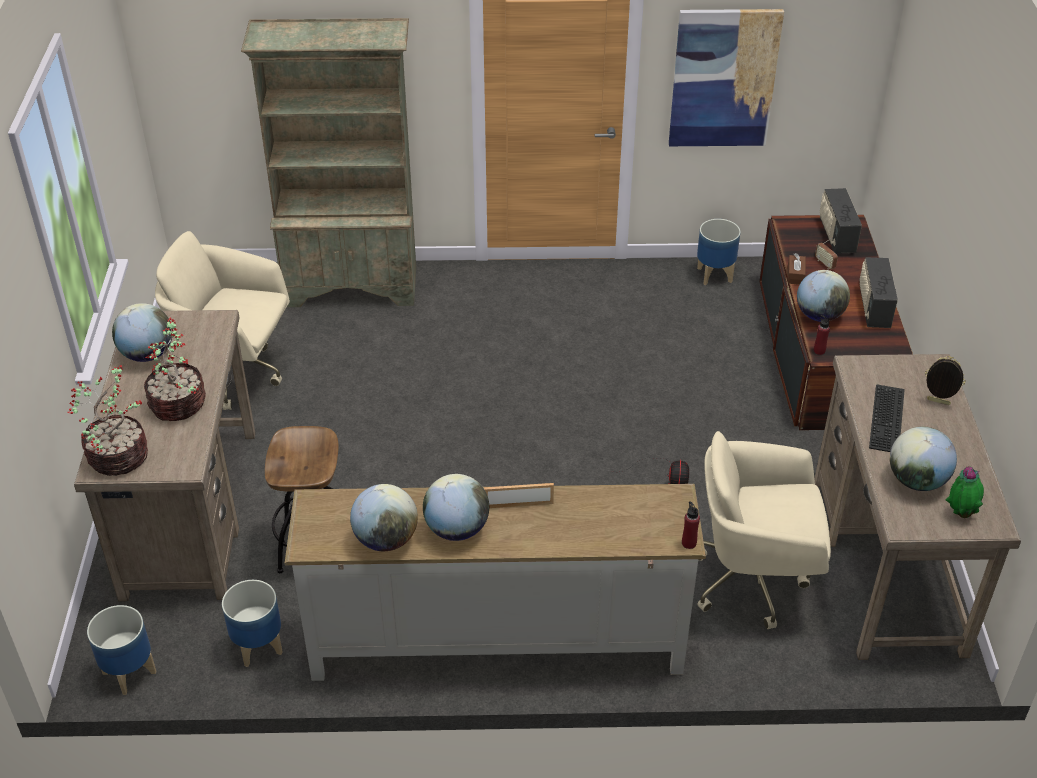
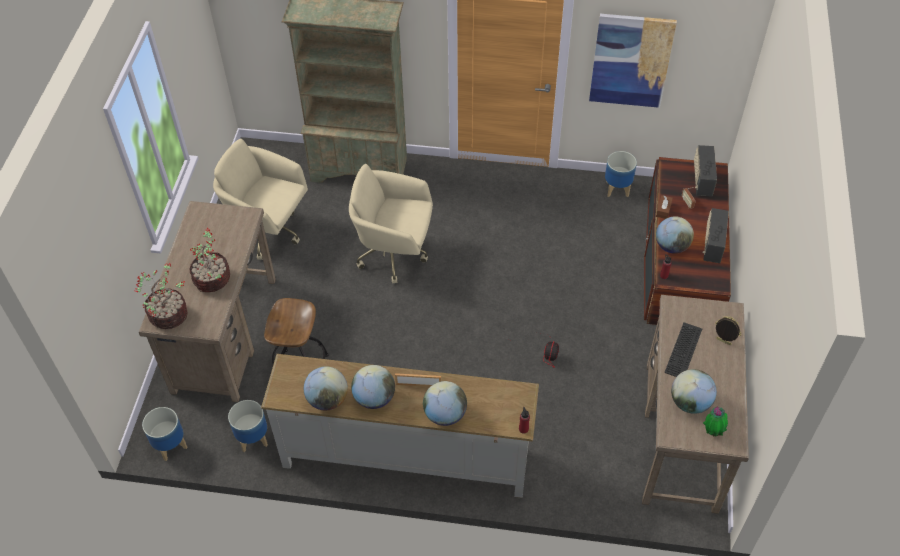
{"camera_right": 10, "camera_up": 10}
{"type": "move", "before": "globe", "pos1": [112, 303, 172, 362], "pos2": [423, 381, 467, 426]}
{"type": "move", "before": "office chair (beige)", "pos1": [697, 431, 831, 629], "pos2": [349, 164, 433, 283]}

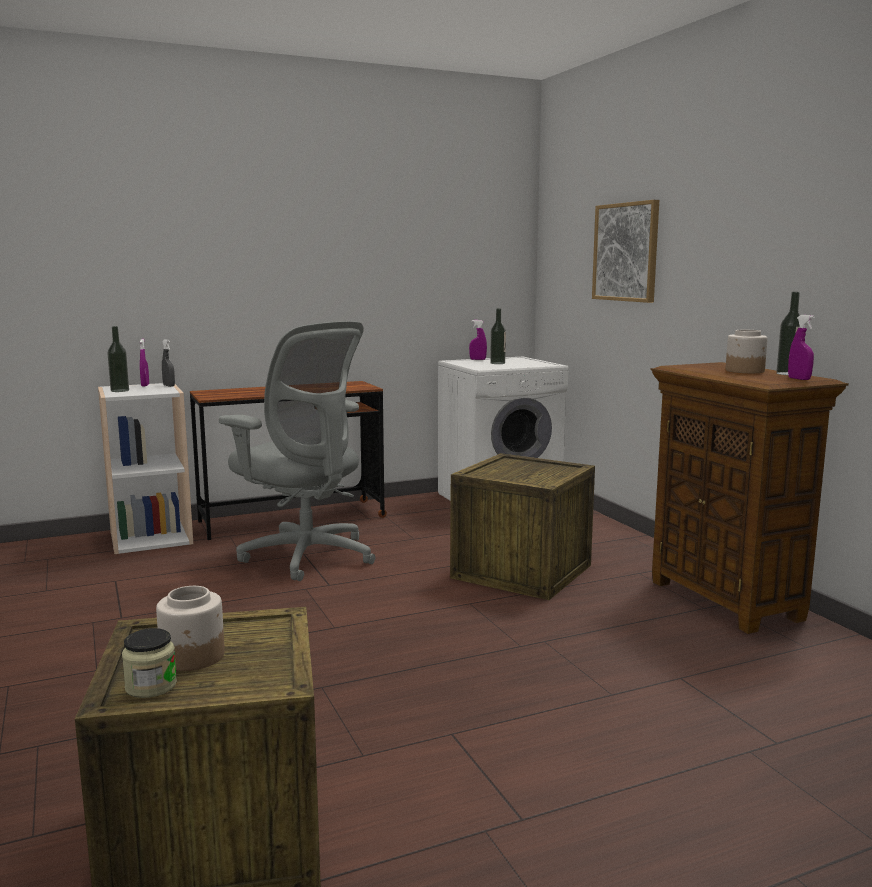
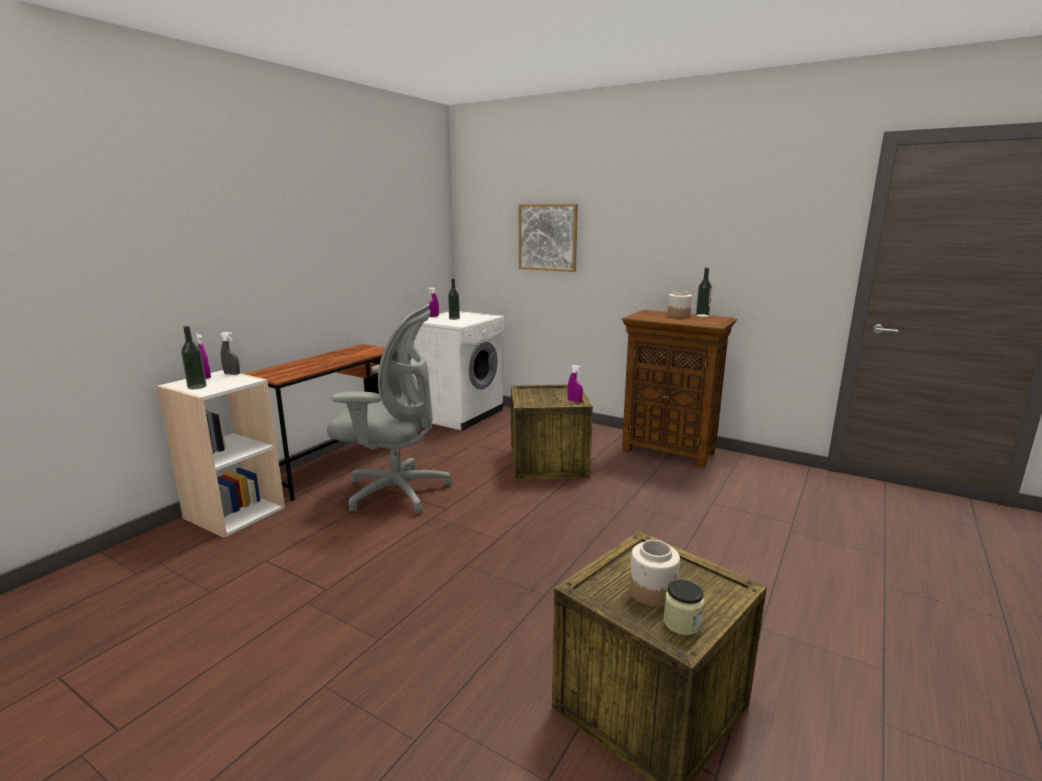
{"camera_right": -35, "camera_up": 5}
{"type": "move", "before": "spray bottle (purple)", "pos1": [788, 315, 815, 380], "pos2": [567, 365, 583, 402]}

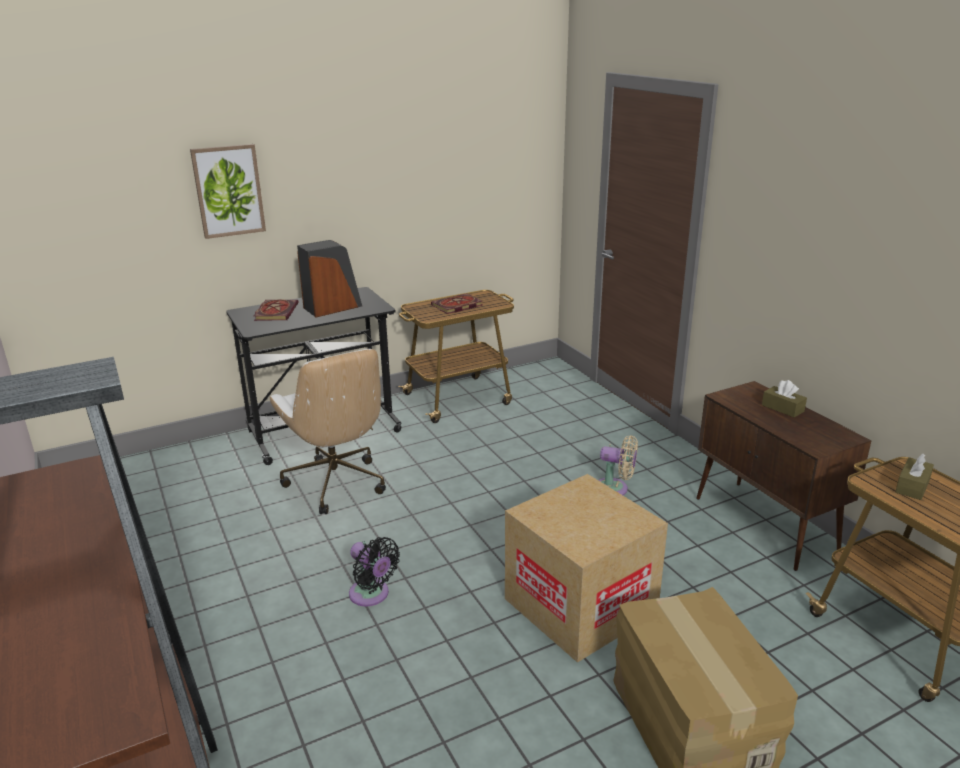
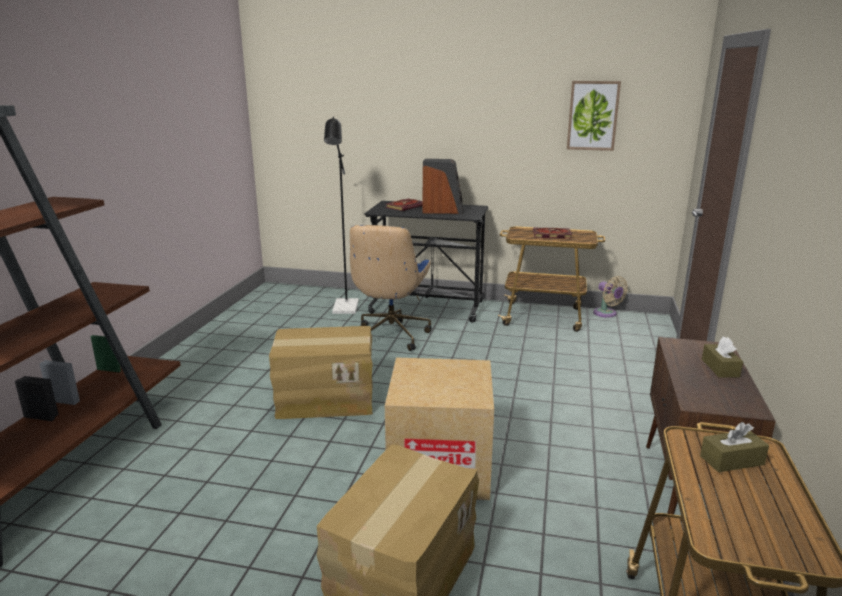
{"camera_right": 40, "camera_up": -5}
{"type": "move", "before": "picture", "pos1": [190, 144, 266, 239], "pos2": [567, 81, 621, 151]}
{"type": "recolor", "before": "office chair (white)", "after": "office chair (blue)", "pos1": [270, 349, 386, 514], "pos2": [350, 225, 432, 351]}
{"type": "replace", "before": "fan (black)", "after": "cardboard box", "pos1": [349, 537, 400, 606], "pos2": [269, 326, 373, 419]}
{"type": "move", "before": "fan (beige)", "pos1": [599, 435, 638, 495], "pos2": [593, 276, 628, 318]}
{"type": "insert", "after": "floor lamp (black)", "pos2": [324, 116, 359, 314]}

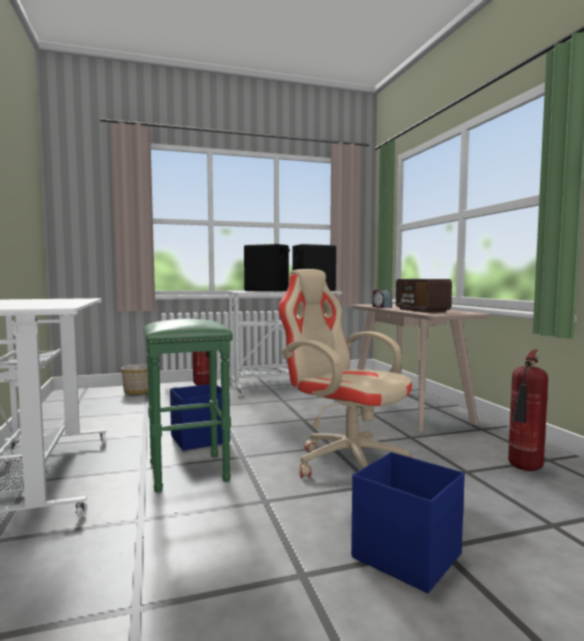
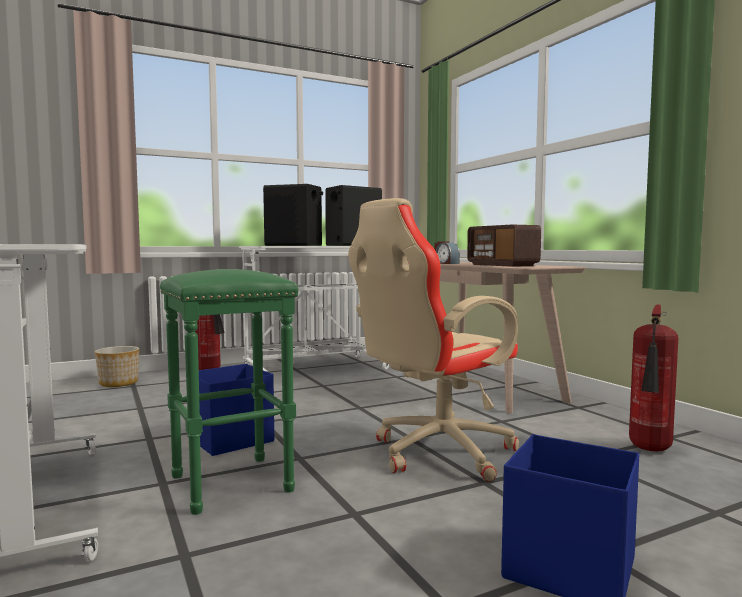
{"camera_right": -10, "camera_up": 0}
{"type": "rotate", "before": "office chair (beige)", "pos1": [279, 269, 413, 478], "pos2": [348, 198, 519, 482], "turn": -75}

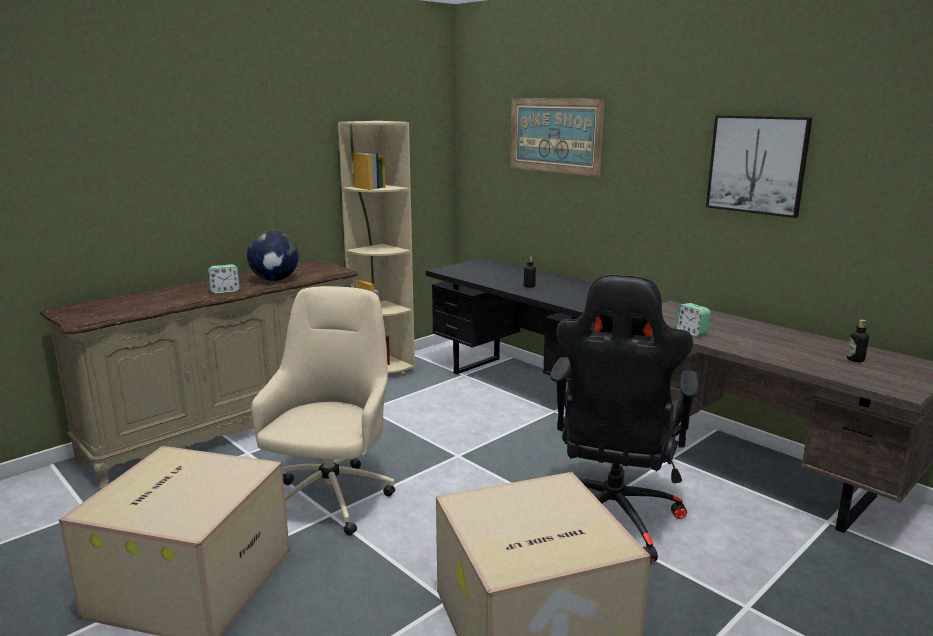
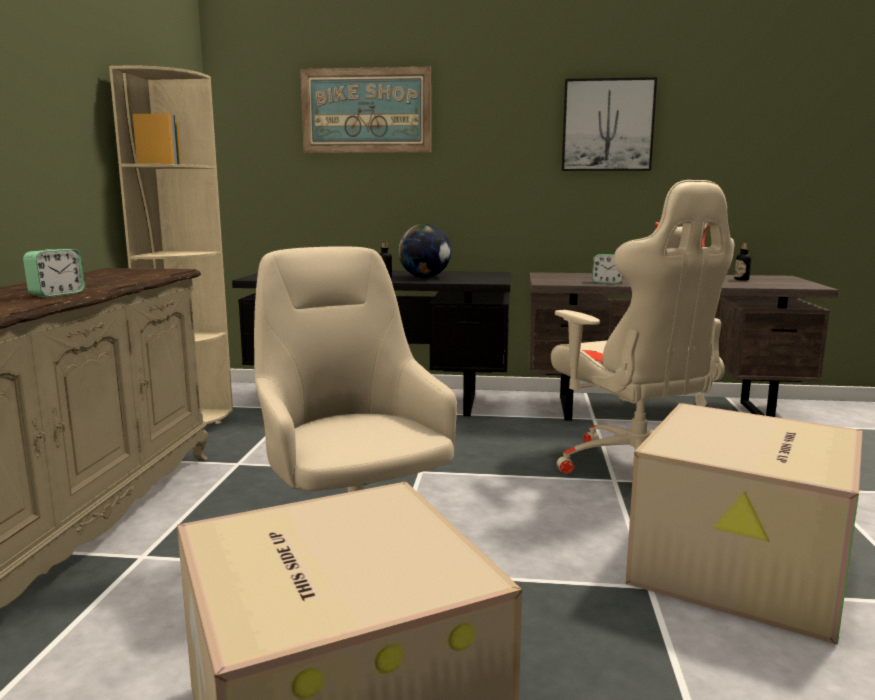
{"camera_right": -40, "camera_up": -5}
{"type": "move", "before": "globe", "pos1": [247, 231, 299, 281], "pos2": [398, 224, 451, 278]}
{"type": "recolor", "before": "office chair (black)", "after": "office chair (beige)", "pos1": [550, 274, 699, 562], "pos2": [551, 180, 734, 474]}

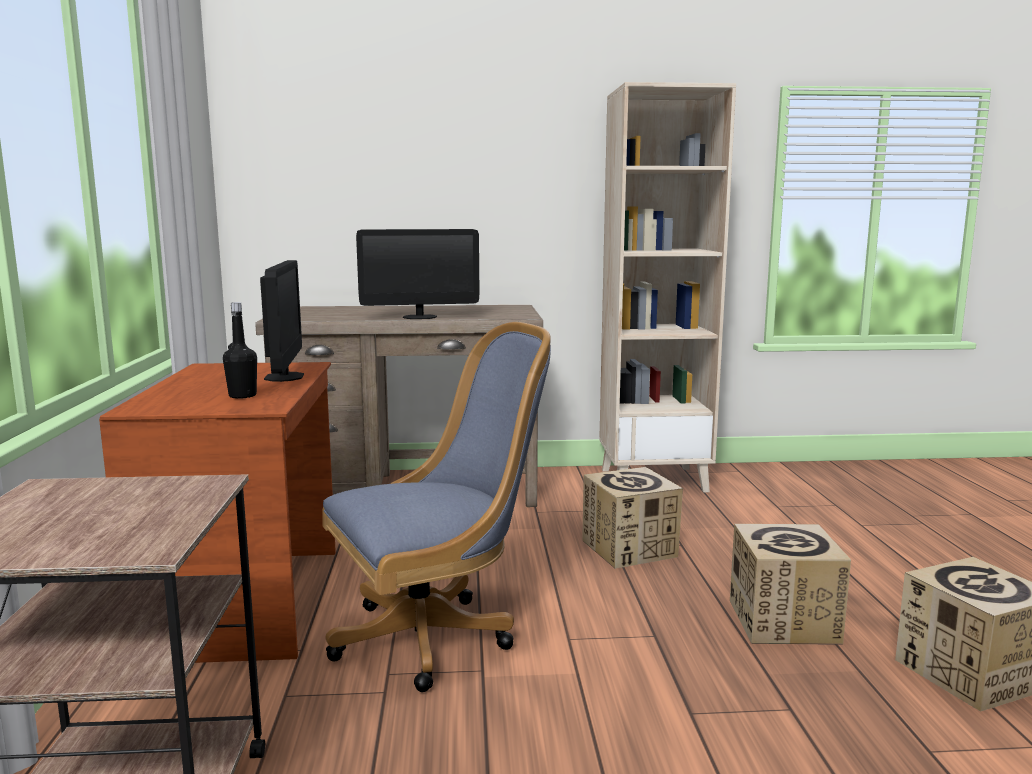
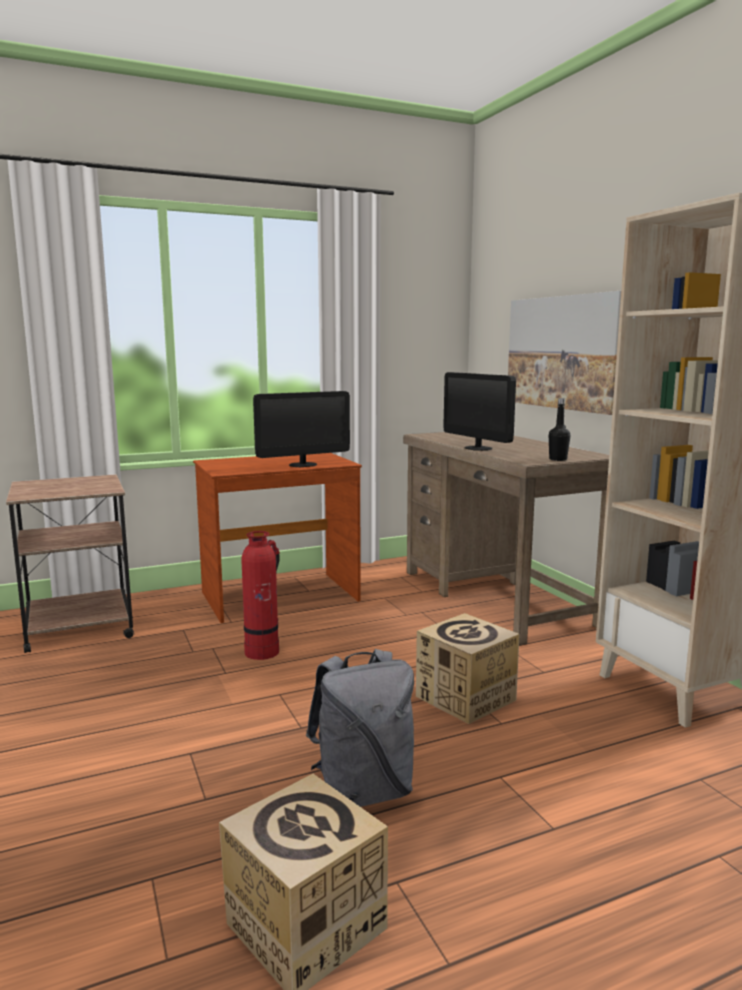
{"camera_right": 70, "camera_up": 0}
{"type": "move", "before": "bottle (black)", "pos1": [223, 302, 257, 399], "pos2": [549, 398, 571, 461]}
{"type": "replace", "before": "office chair (blue)", "after": "fire extinguisher", "pos1": [322, 322, 551, 692], "pos2": [241, 531, 280, 660]}
{"type": "replace", "before": "cardboard box", "after": "backpack (grey)", "pos1": [730, 524, 851, 645], "pos2": [306, 649, 414, 807]}
{"type": "insert", "after": "picture", "pos2": [508, 291, 621, 415]}

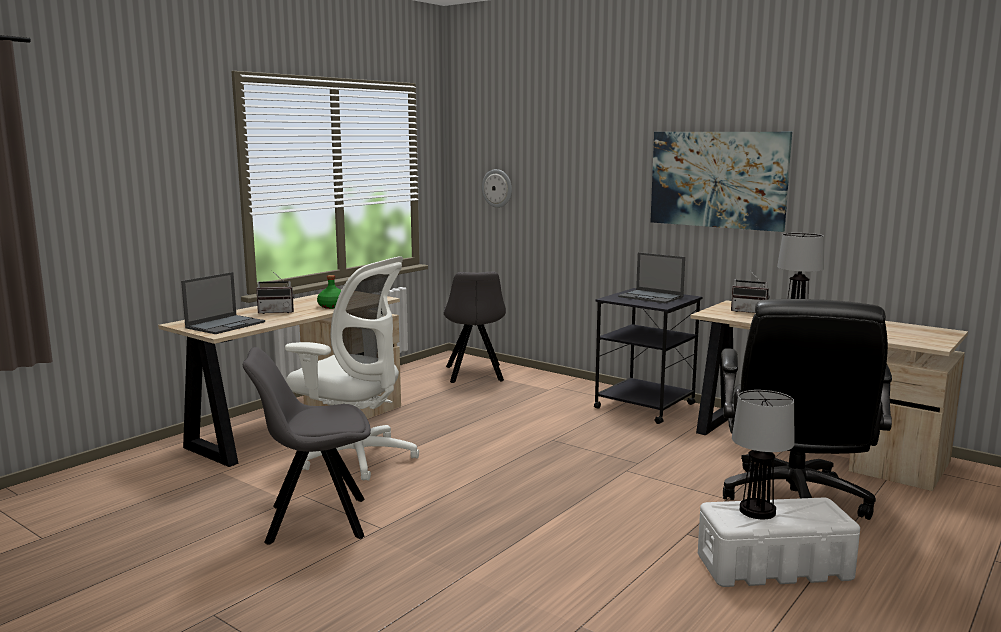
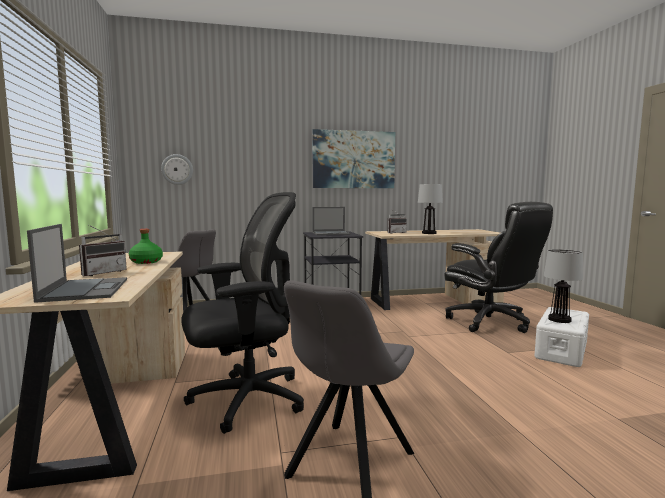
{"camera_right": -50, "camera_up": -5}
{"type": "recolor", "before": "office chair (white)", "after": "office chair (black)", "pos1": [285, 256, 419, 481], "pos2": [181, 192, 304, 434]}

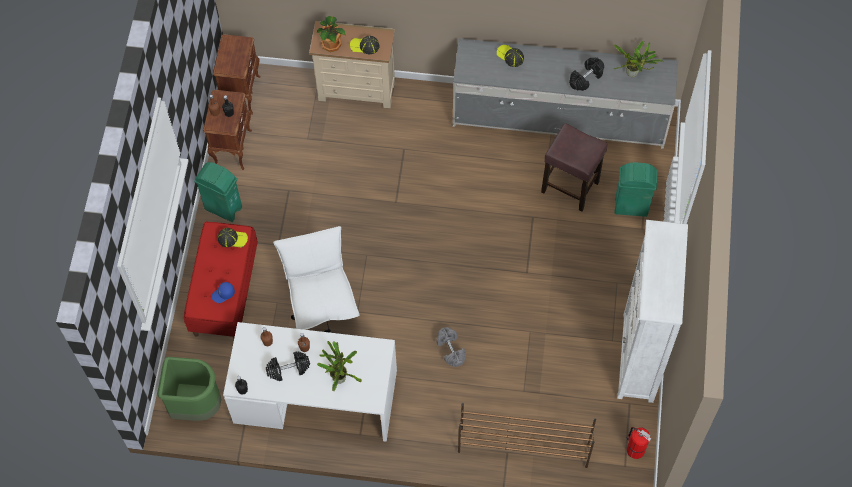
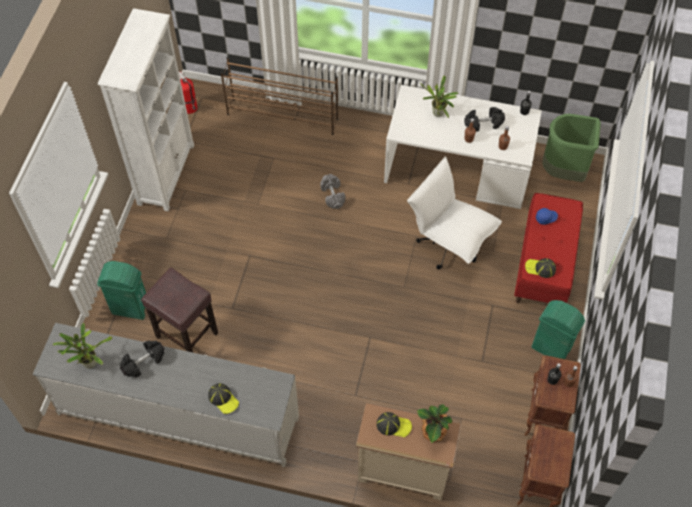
{"camera_right": -175, "camera_up": -5}
{"type": "rotate", "before": "office chair (white)", "pos1": [273, 226, 360, 333], "pos2": [407, 156, 502, 269], "turn": 135}

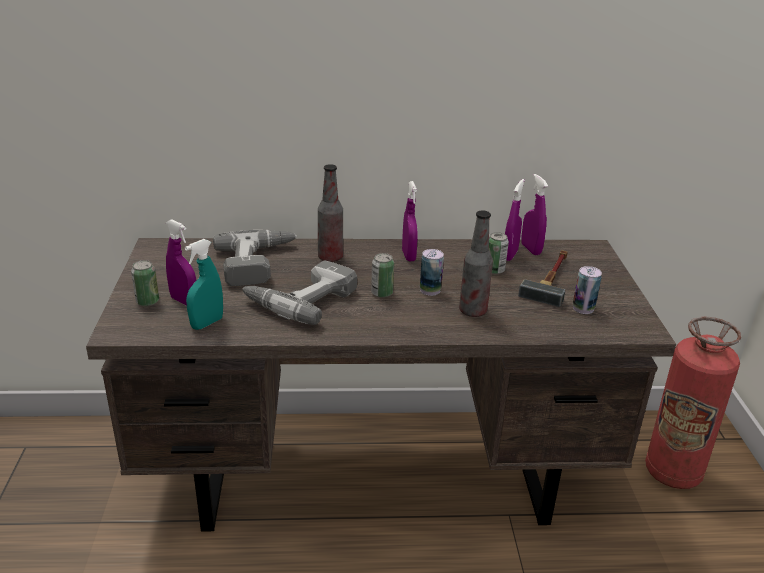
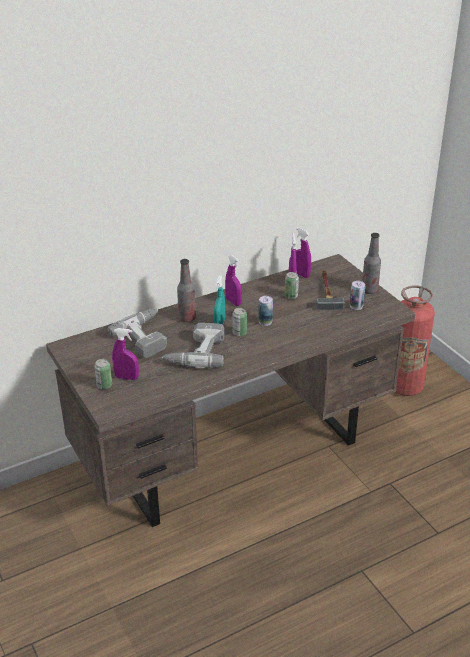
{"camera_right": -25, "camera_up": 5}
{"type": "move", "before": "spray bottle (turquoise)", "pos1": [185, 239, 223, 330], "pos2": [214, 275, 225, 325]}
{"type": "move", "before": "bottle", "pos1": [459, 210, 493, 317], "pos2": [362, 233, 381, 294]}

